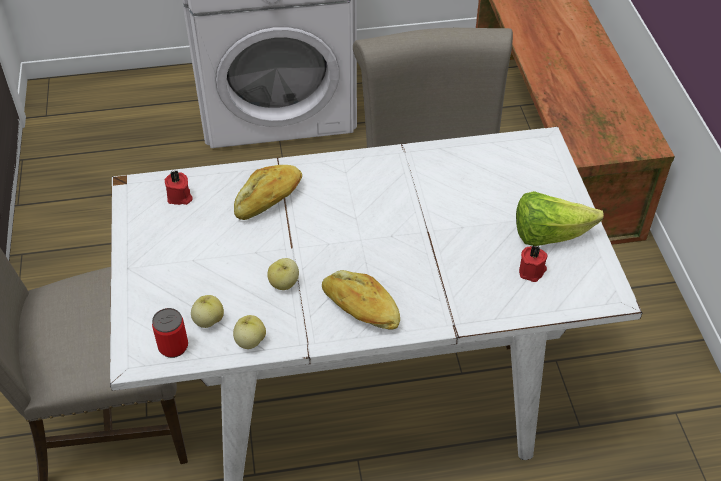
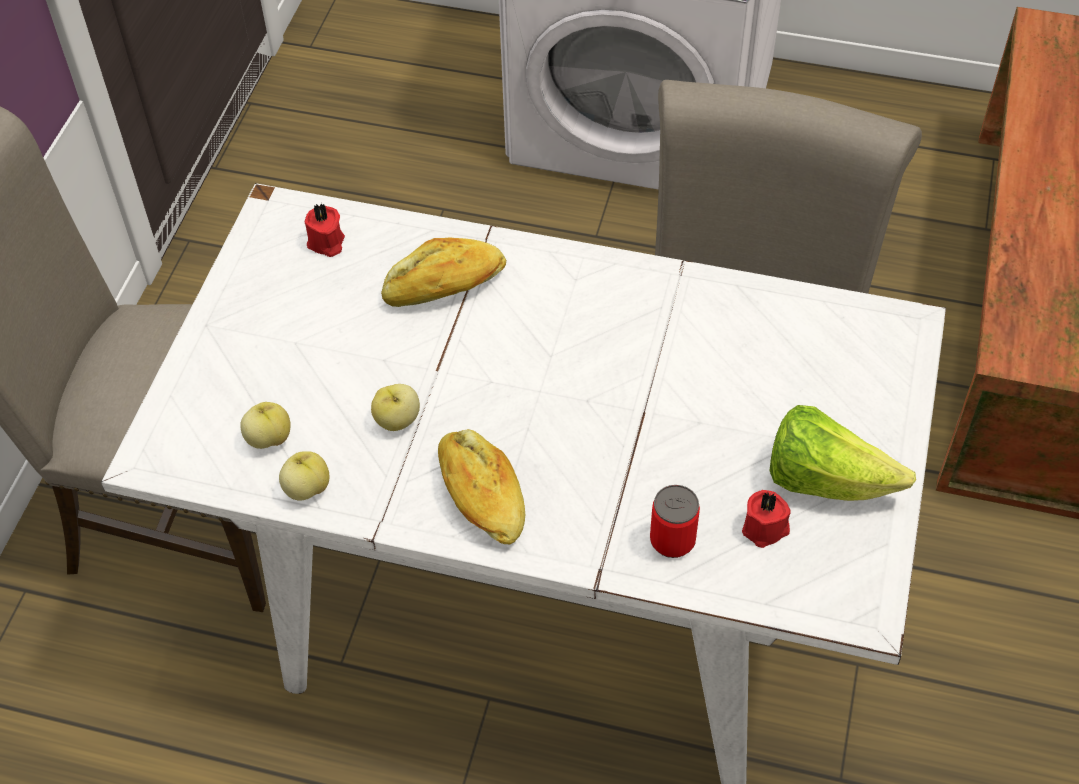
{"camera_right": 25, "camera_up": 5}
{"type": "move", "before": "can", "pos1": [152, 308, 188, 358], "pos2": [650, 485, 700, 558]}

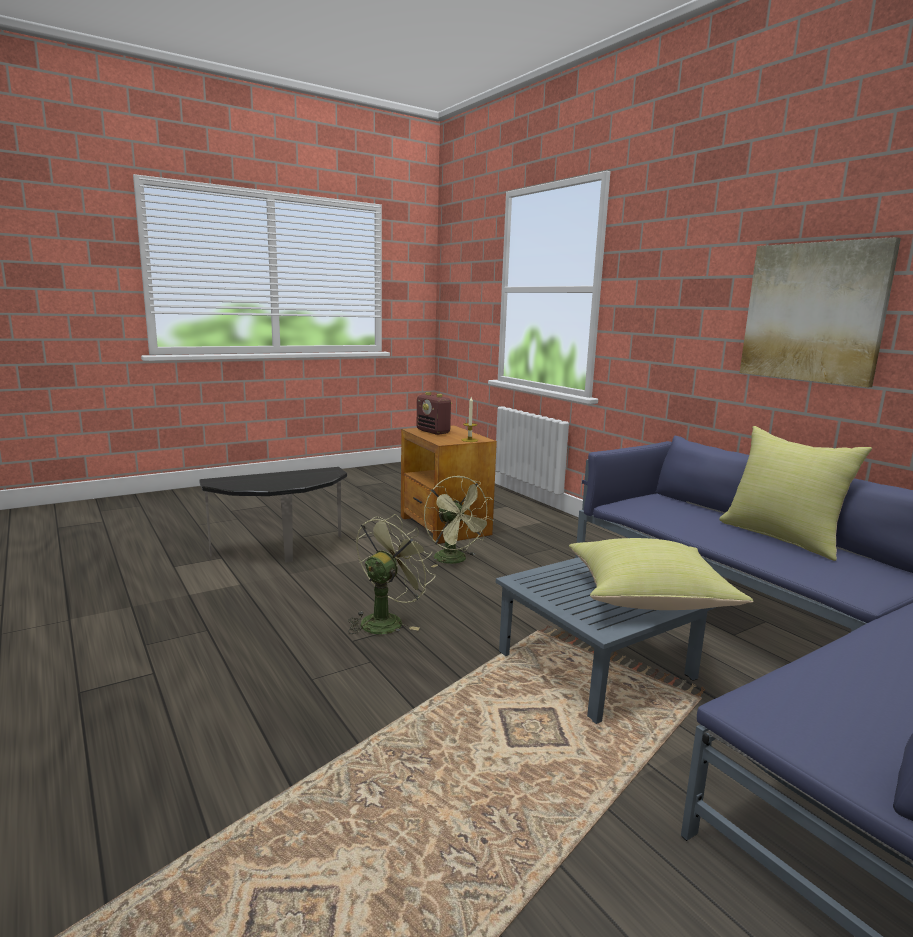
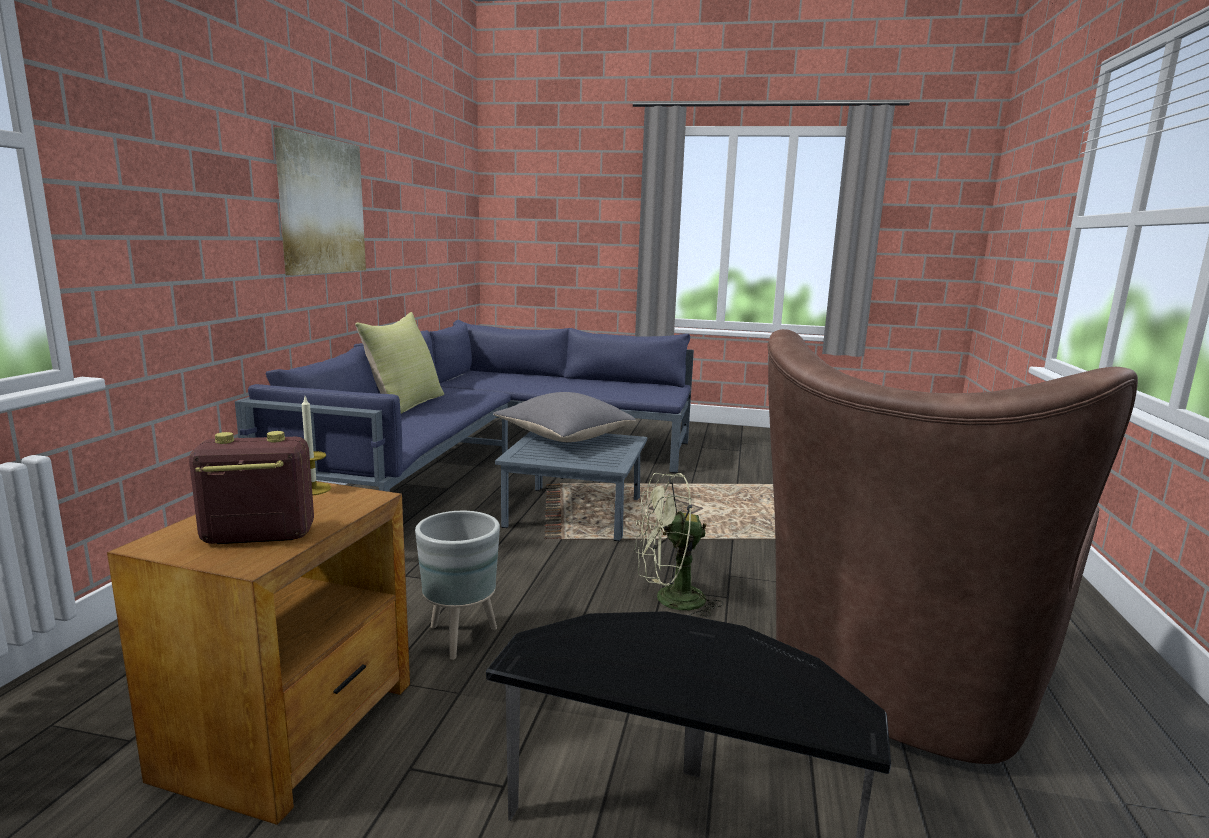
{"camera_right": -135, "camera_up": 0}
{"type": "rotate", "before": "radio", "pos1": [417, 392, 452, 435], "pos2": [189, 431, 314, 544], "turn": -105}
{"type": "replace", "before": "fan (green)", "after": "planter (grey)", "pos1": [424, 476, 493, 567], "pos2": [415, 511, 500, 660]}
{"type": "recolor", "before": "pillow (yellow)", "after": "pillow (grey)", "pos1": [569, 538, 753, 610], "pos2": [493, 392, 636, 442]}
{"type": "insert", "after": "armchair (brown)", "pos2": [768, 329, 1138, 764]}

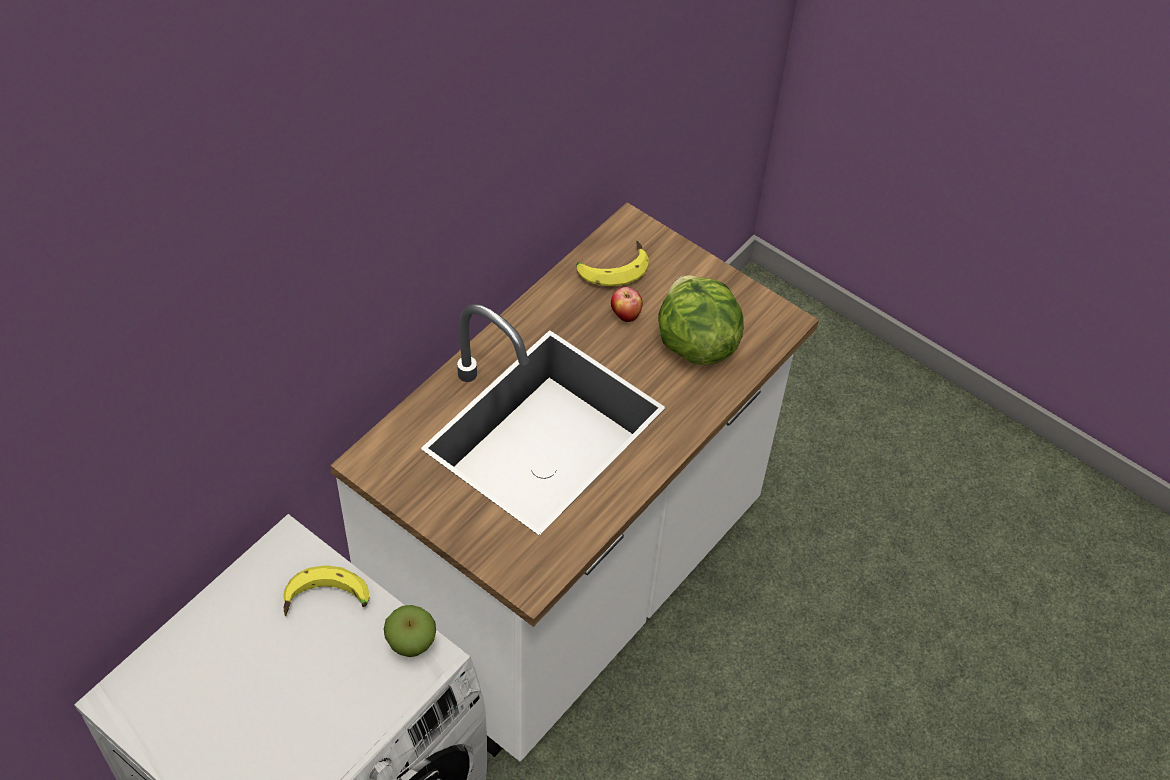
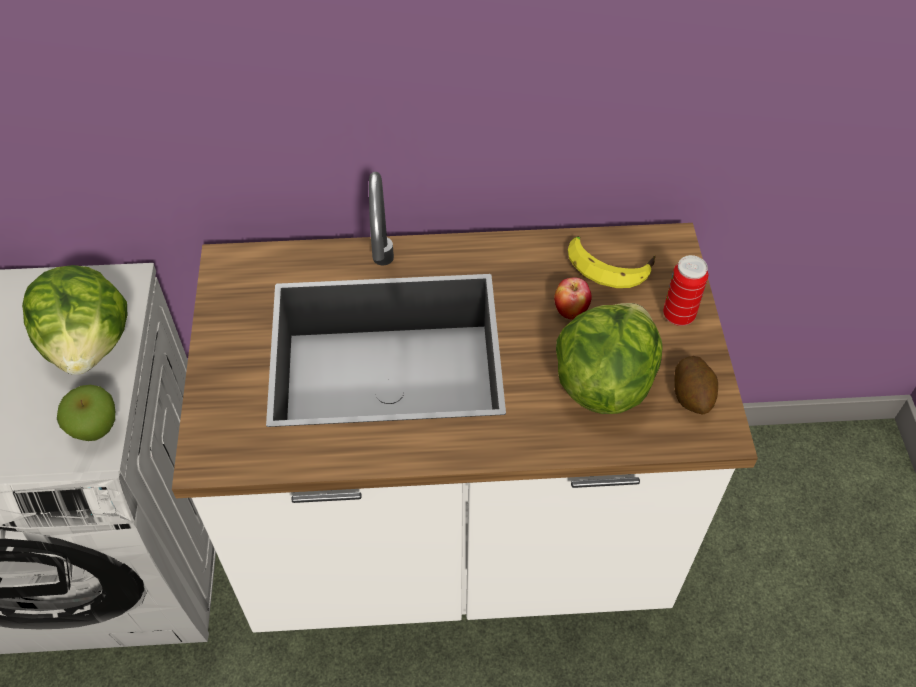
{"camera_right": 50, "camera_up": 0}
{"type": "replace", "before": "banana", "after": "lettuce", "pos1": [283, 565, 369, 616], "pos2": [22, 265, 127, 375]}
{"type": "insert", "after": "can", "pos2": [663, 255, 708, 326]}
{"type": "insert", "after": "potato", "pos2": [674, 356, 718, 415]}

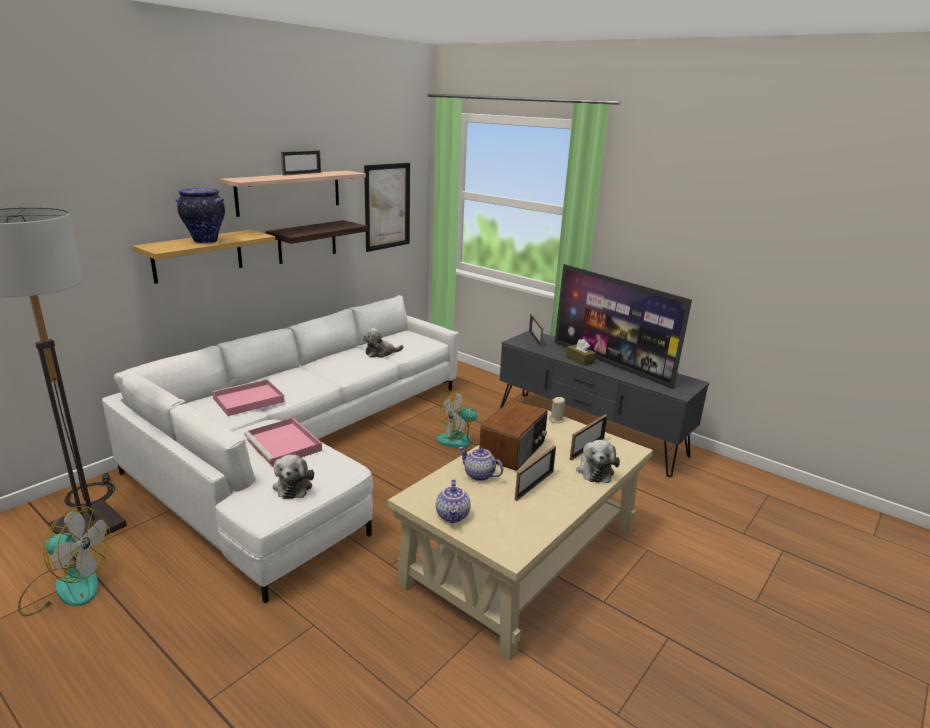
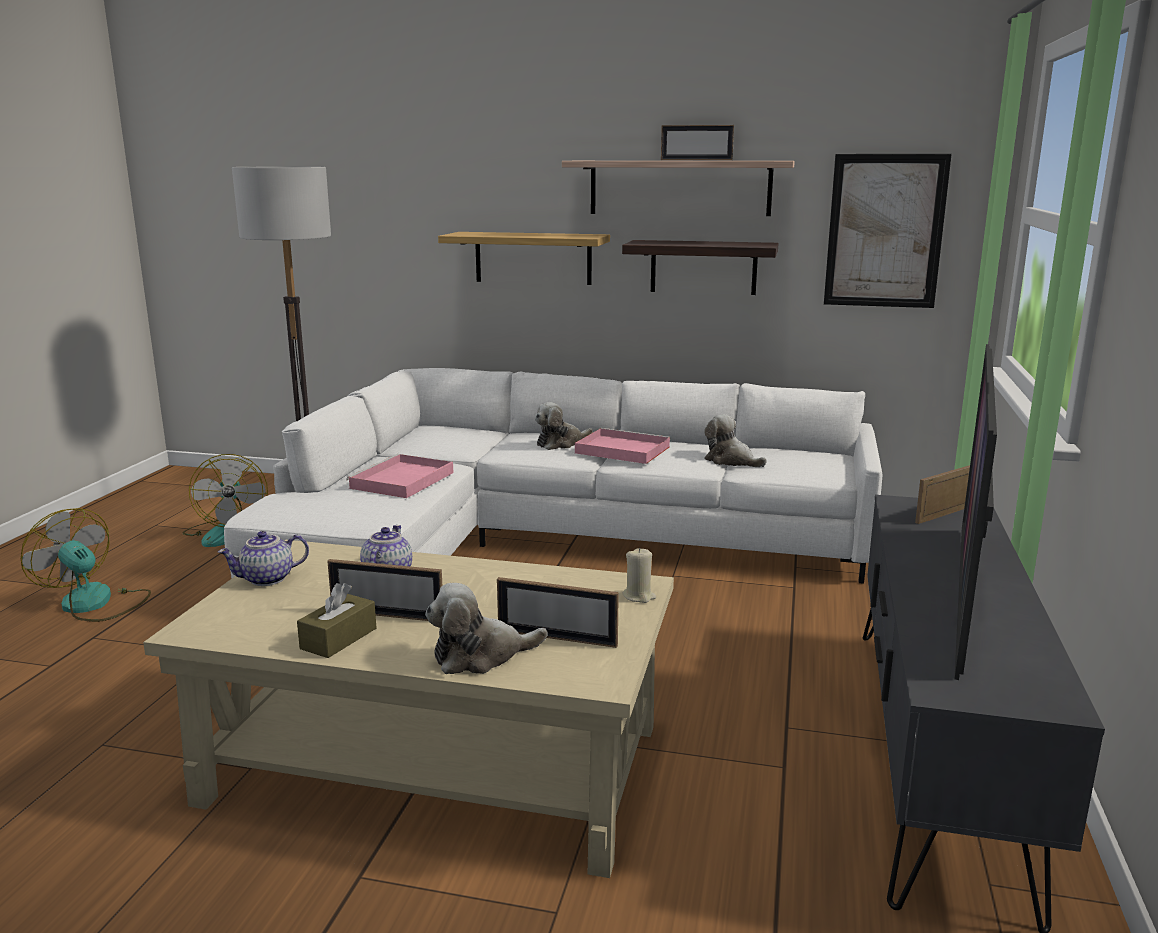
{"camera_right": 65, "camera_up": -5}
{"type": "delete", "before": "vase", "pos1": [175, 188, 225, 243]}
{"type": "move", "before": "tray (pink)", "pos1": [212, 379, 285, 416], "pos2": [575, 428, 670, 464]}
{"type": "move", "before": "plush toy", "pos1": [273, 455, 314, 499], "pos2": [535, 402, 593, 450]}
{"type": "move", "before": "fan", "pos1": [436, 390, 479, 448], "pos2": [21, 508, 151, 622]}
{"type": "delete", "before": "radio", "pos1": [479, 400, 548, 471]}
{"type": "move", "before": "tissue box (brown)", "pos1": [566, 339, 596, 366], "pos2": [297, 583, 376, 658]}

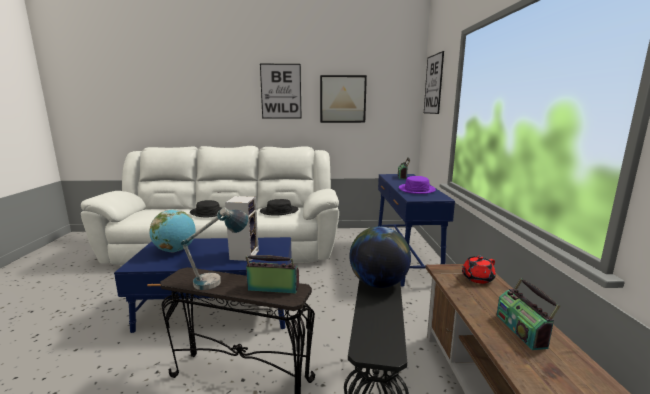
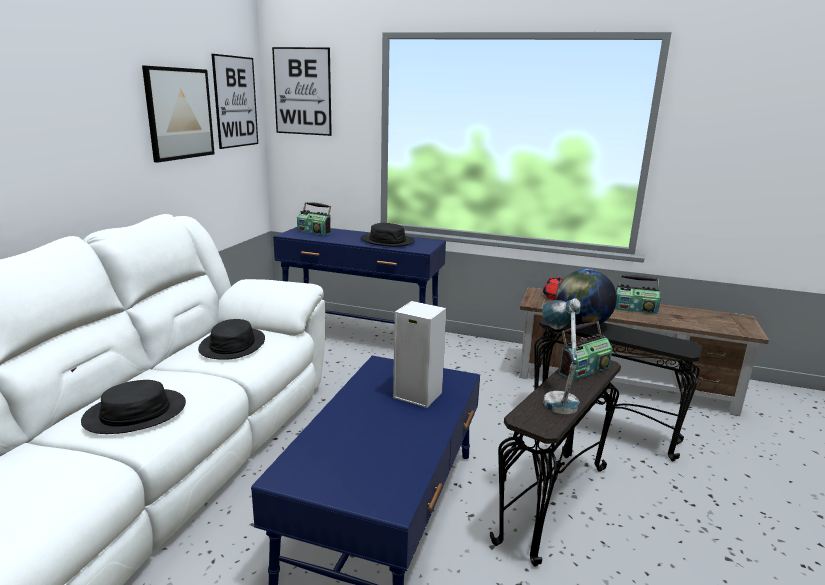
{"camera_right": -70, "camera_up": 5}
{"type": "delete", "before": "globe", "pos1": [149, 209, 196, 252]}
{"type": "rotate", "before": "radio", "pos1": [245, 255, 299, 293], "pos2": [559, 321, 613, 380], "turn": -150}
{"type": "move", "before": "picture", "pos1": [260, 64, 302, 119], "pos2": [212, 54, 258, 149]}
{"type": "recolor", "before": "hat (purple)", "after": "hat (black)", "pos1": [399, 176, 436, 194], "pos2": [361, 223, 415, 247]}

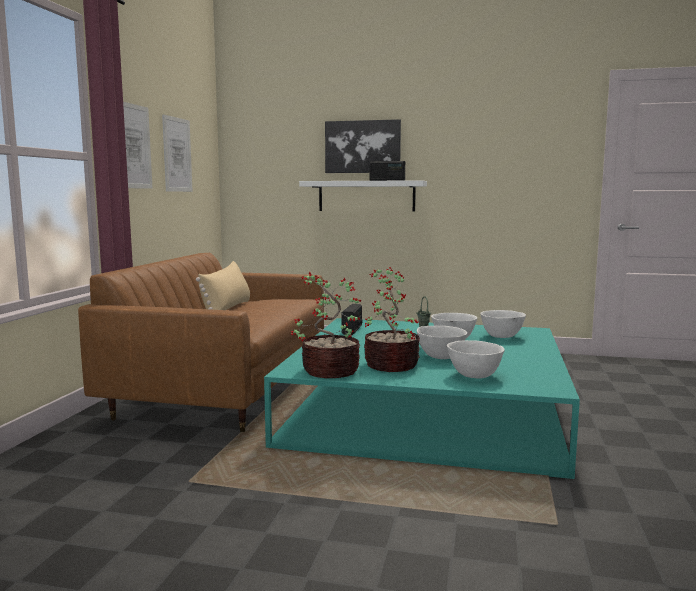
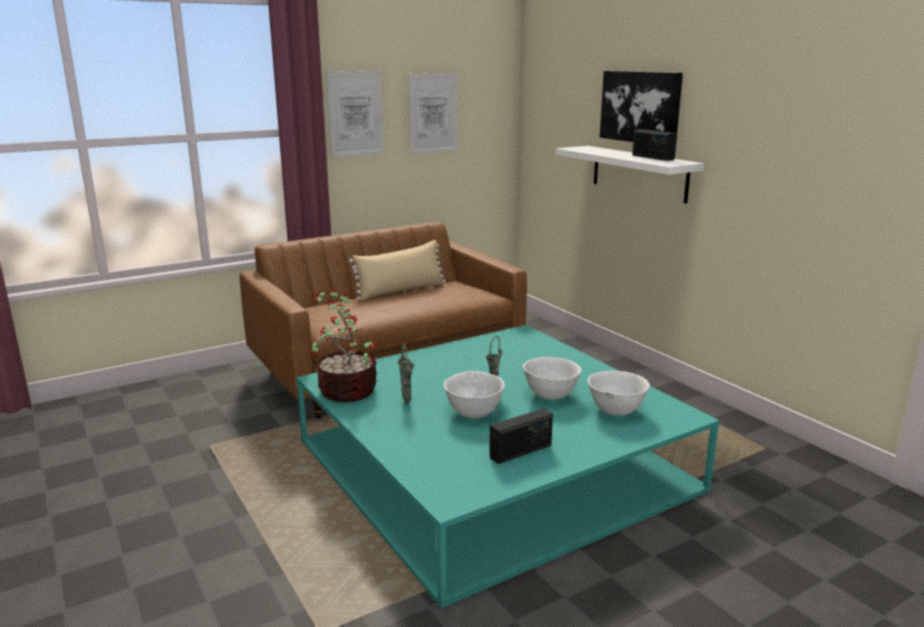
{"camera_right": 45, "camera_up": 10}
{"type": "move", "before": "radio", "pos1": [342, 304, 363, 335], "pos2": [489, 408, 553, 464]}
{"type": "replace", "before": "potted plant", "after": "vase (green)", "pos1": [364, 267, 420, 372], "pos2": [397, 343, 415, 404]}
{"type": "delete", "before": "bowl (white)", "pos1": [447, 340, 505, 379]}

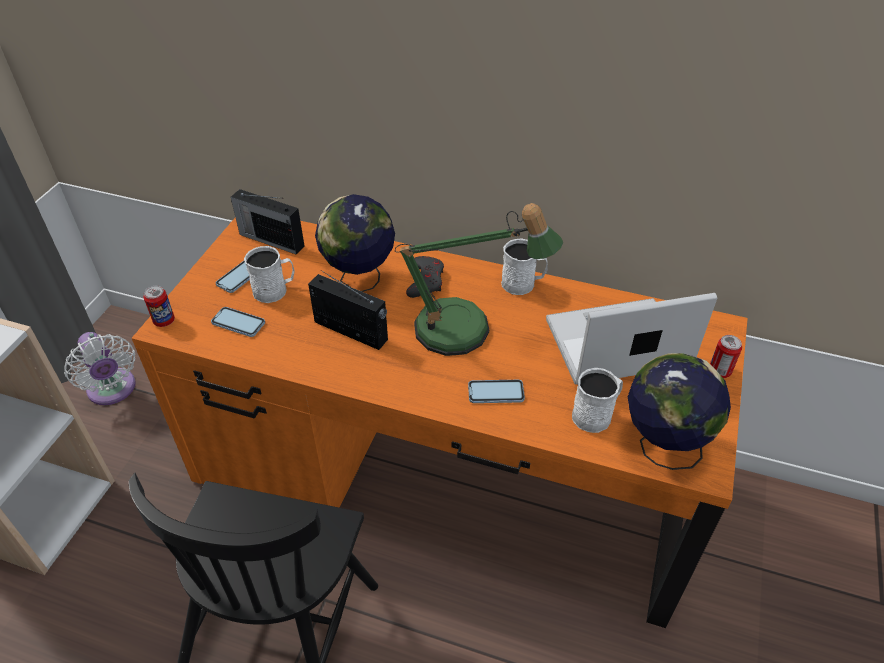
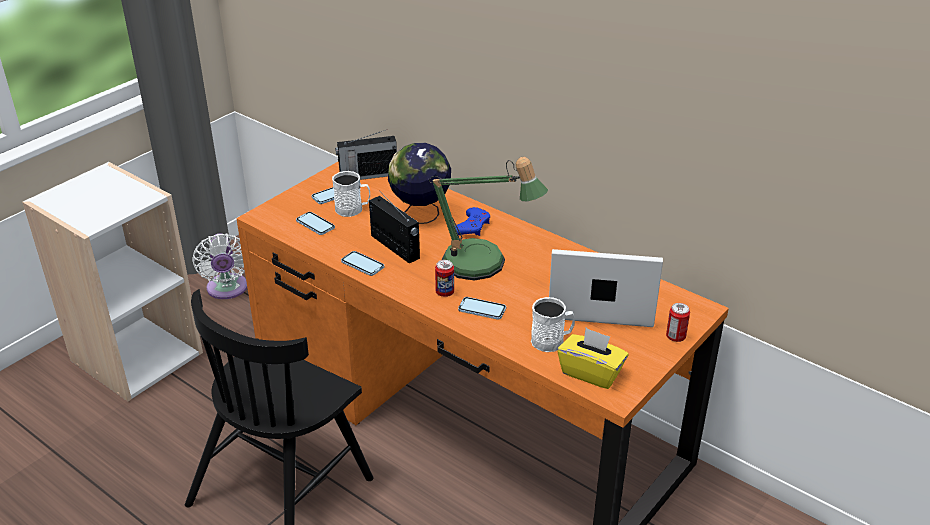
{"camera_right": 20, "camera_up": -10}
{"type": "move", "before": "can", "pos1": [143, 286, 175, 327], "pos2": [435, 260, 454, 297]}
{"type": "rotate", "before": "radio", "pos1": [231, 189, 304, 254], "pos2": [335, 130, 397, 180], "turn": -60}
{"type": "recolor", "before": "game controller (grey)", "after": "game controller (blue)", "pos1": [406, 256, 444, 298], "pos2": [455, 207, 490, 236]}
{"type": "delete", "before": "mug (white)", "pos1": [501, 238, 548, 295]}
{"type": "replace", "before": "globe", "after": "tissue box (yellow)", "pos1": [628, 353, 731, 470], "pos2": [557, 328, 629, 389]}
{"type": "insert", "after": "phone", "pos2": [341, 251, 384, 276]}

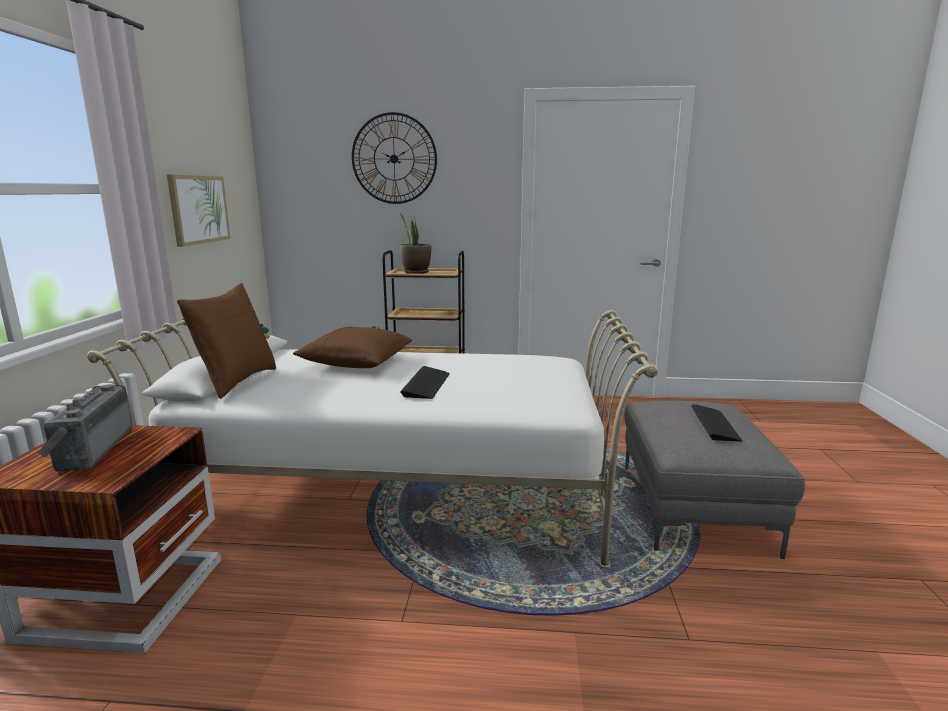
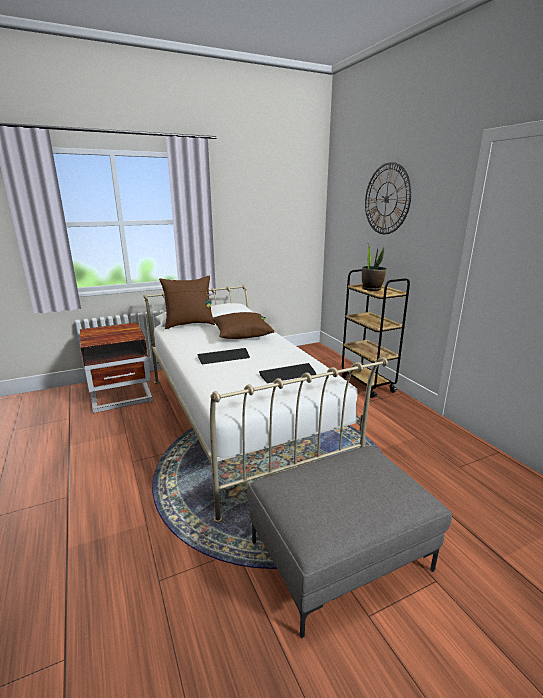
{"camera_right": 60, "camera_up": 5}
{"type": "delete", "before": "radio", "pos1": [38, 384, 132, 472]}
{"type": "delete", "before": "picture", "pos1": [167, 174, 230, 247]}
{"type": "move", "before": "keyboard", "pos1": [691, 404, 742, 442], "pos2": [259, 363, 316, 383]}

